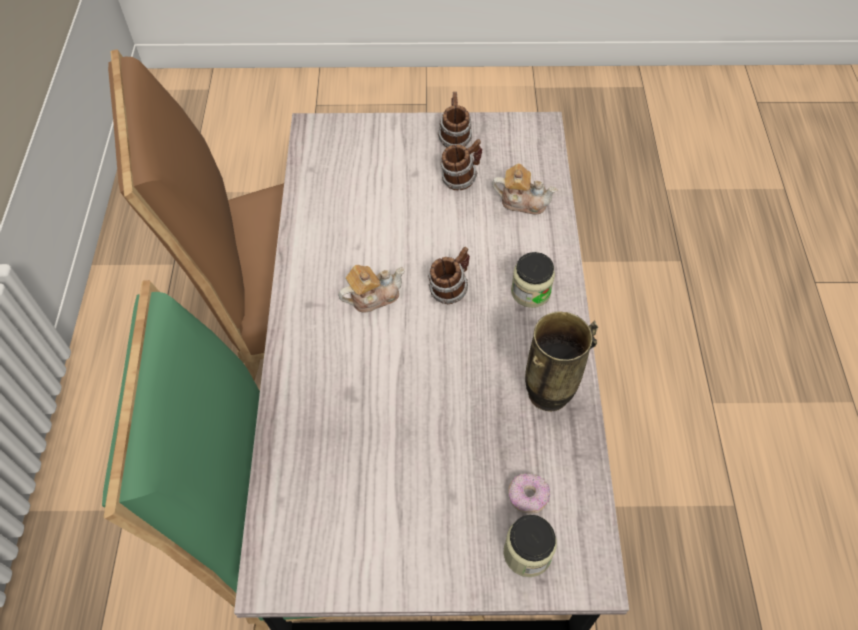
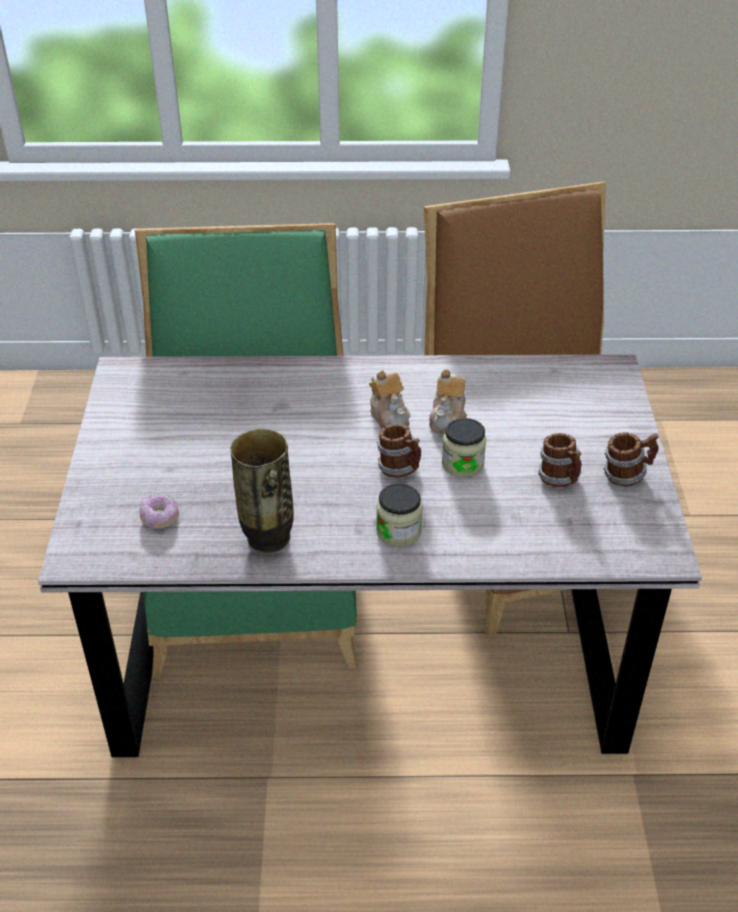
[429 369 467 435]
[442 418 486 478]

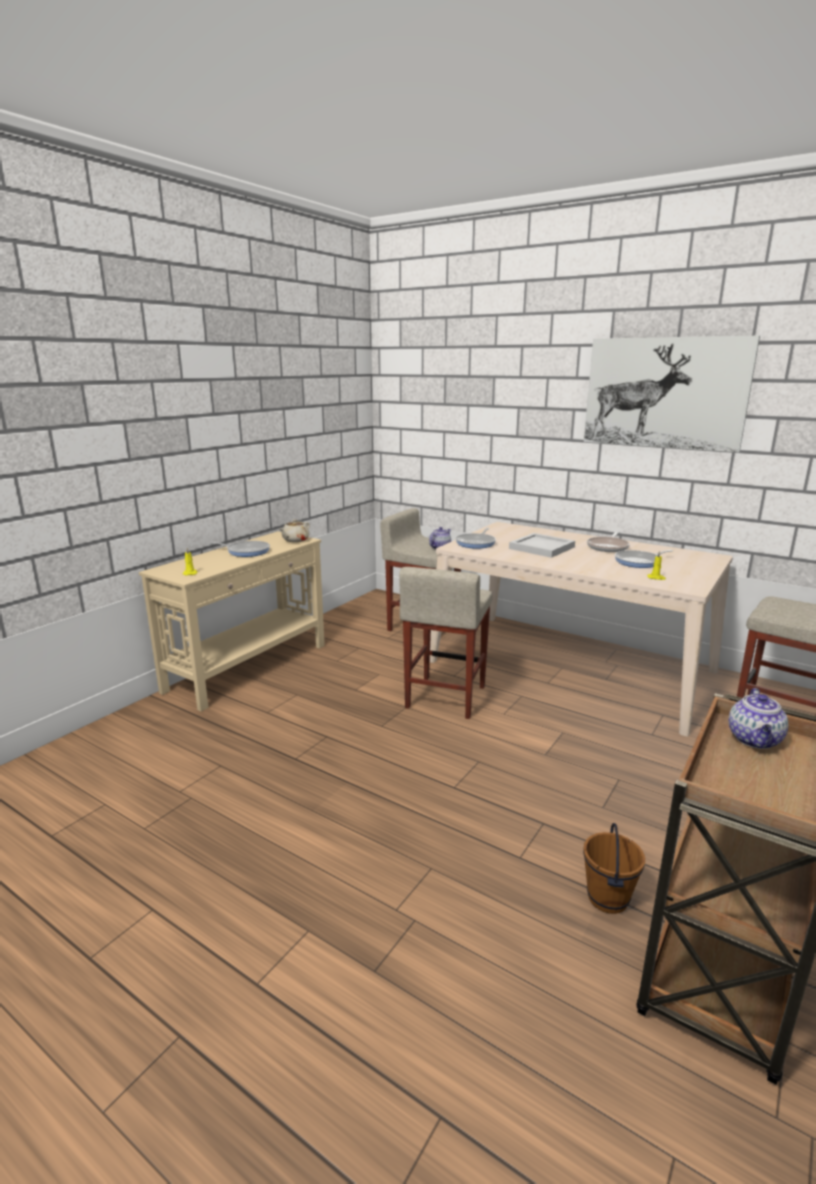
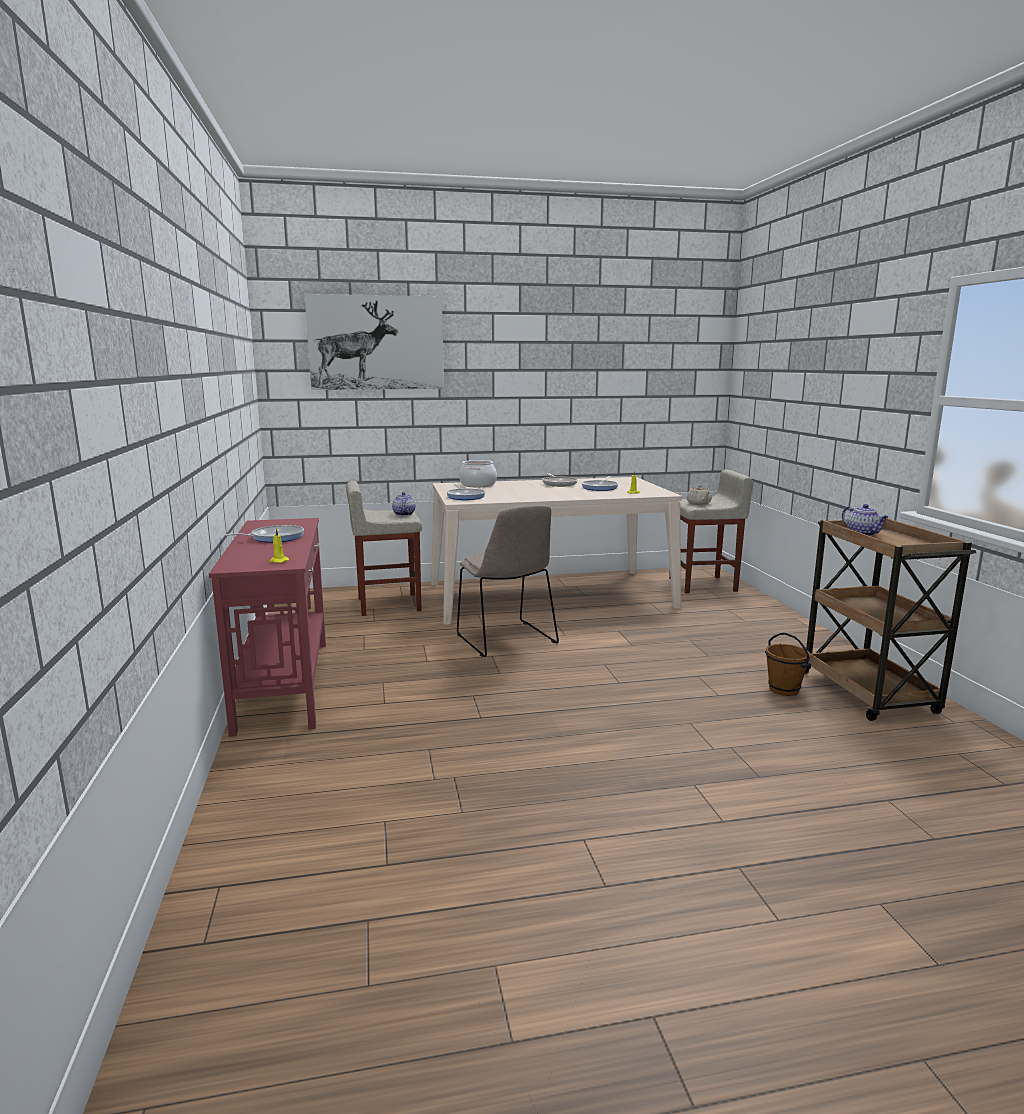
[209 518 326 737]
[687 485 712 505]
[457 505 559 657]
[509 533 575 558] (first image)
[304 294 444 390]
[459 460 497 487]

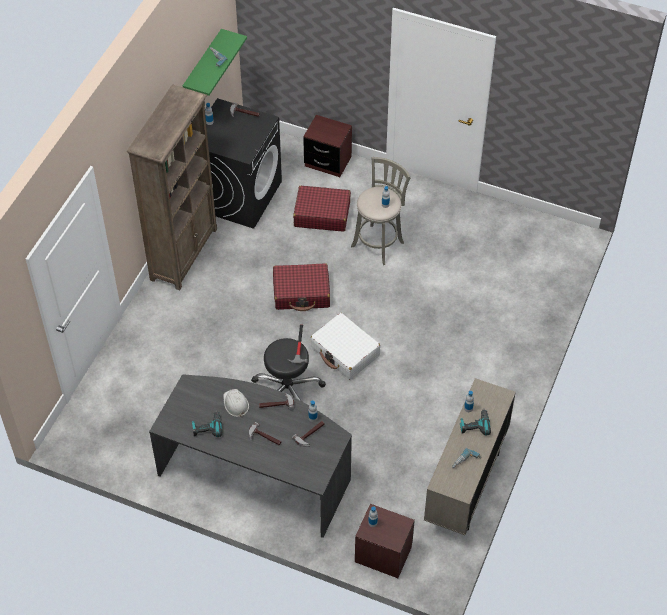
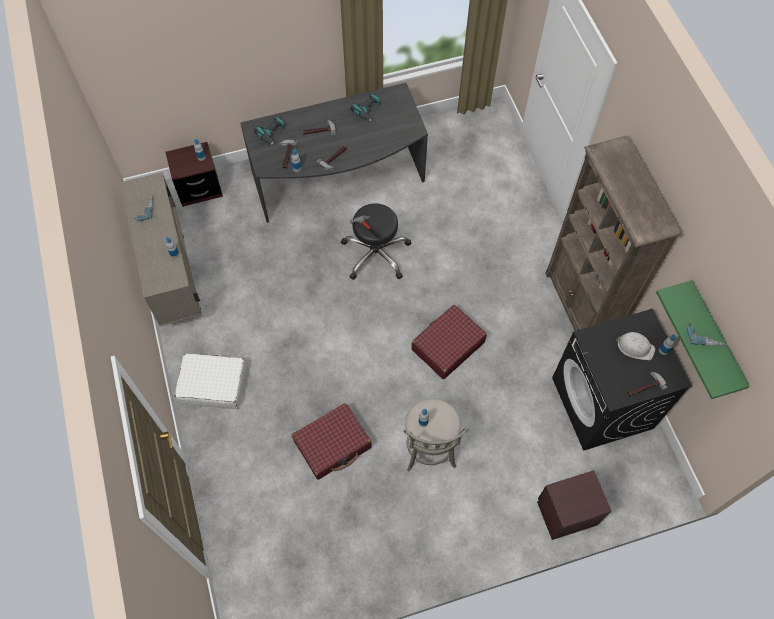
[616 332 655 360]
[292 403 372 480]
[174 353 246 409]
[254 116 285 146]

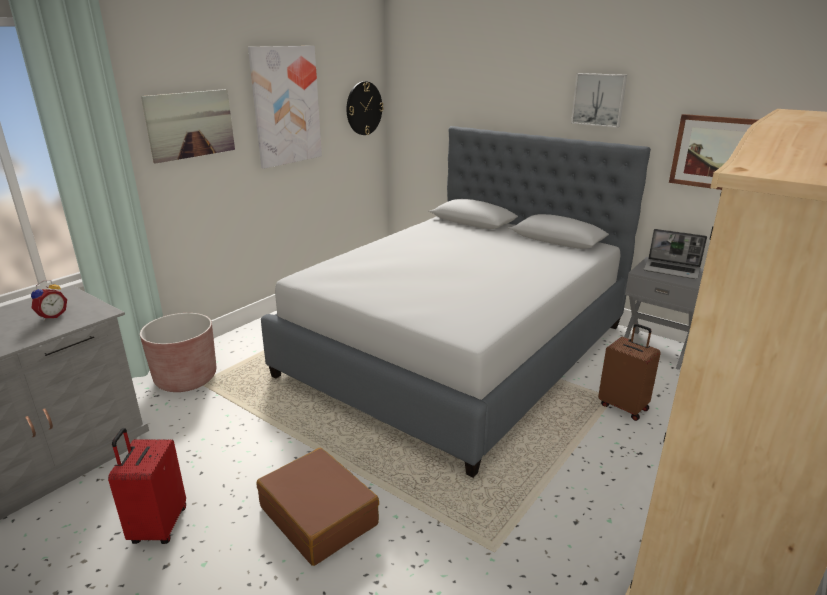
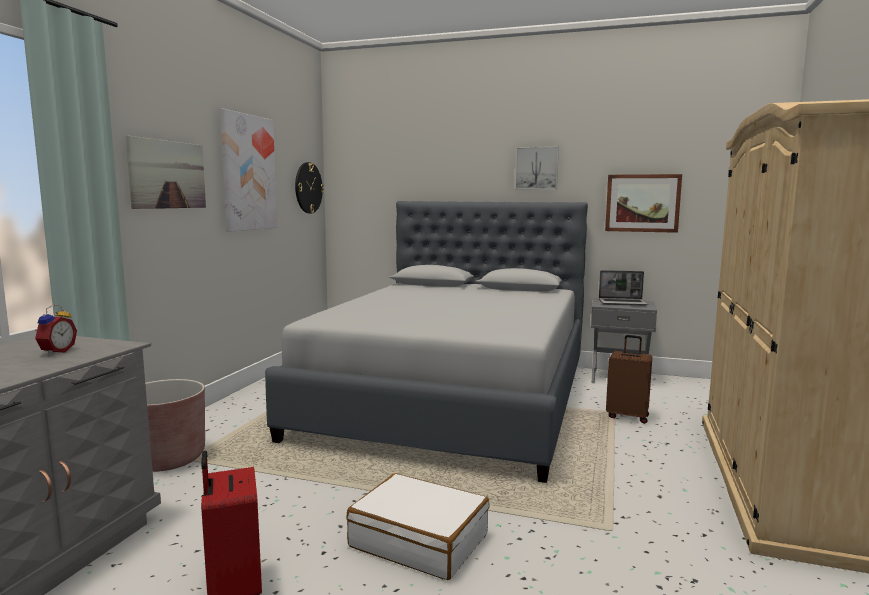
[346 473 489 580]

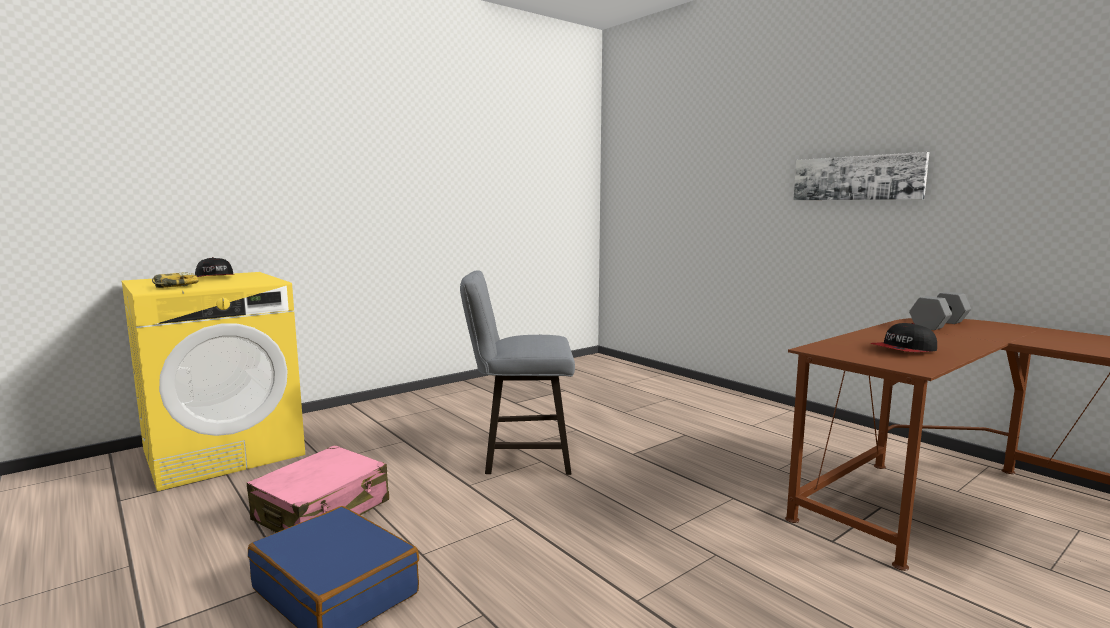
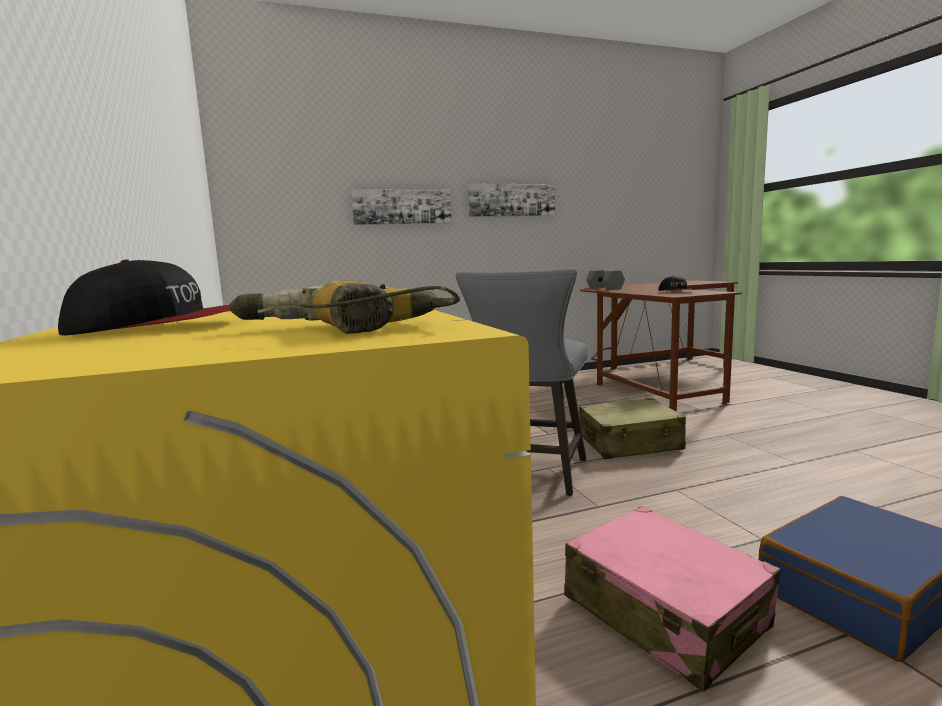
[351 189 451 225]
[579 398 686 459]

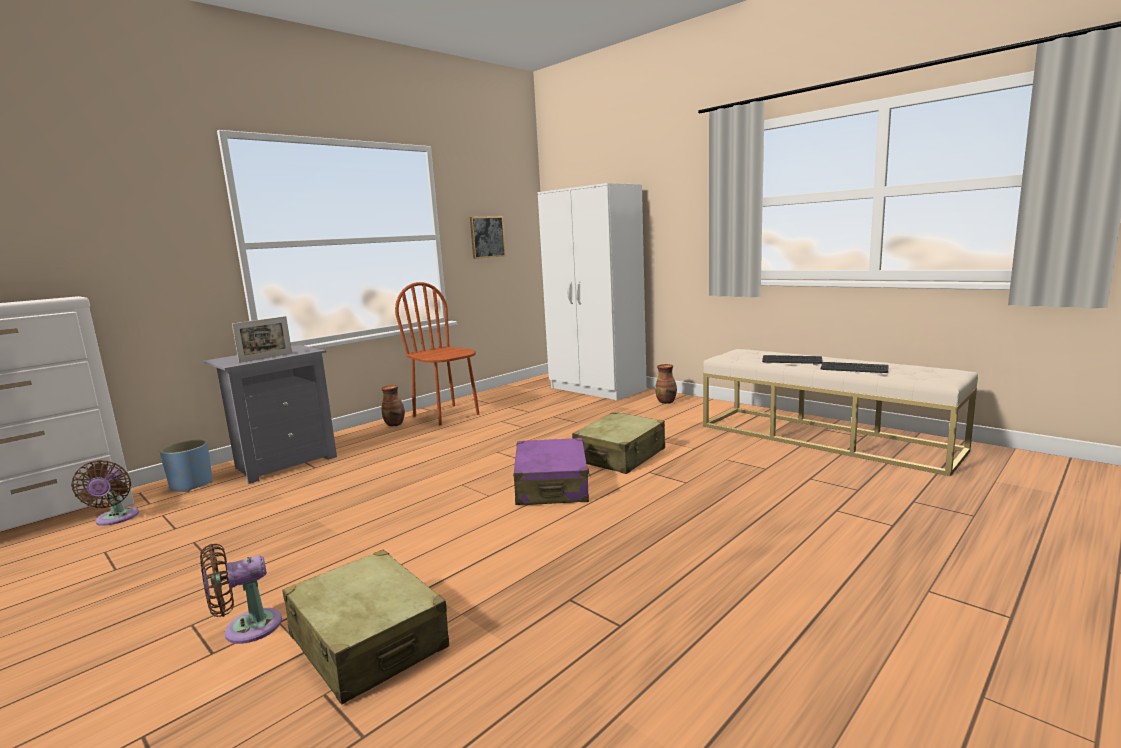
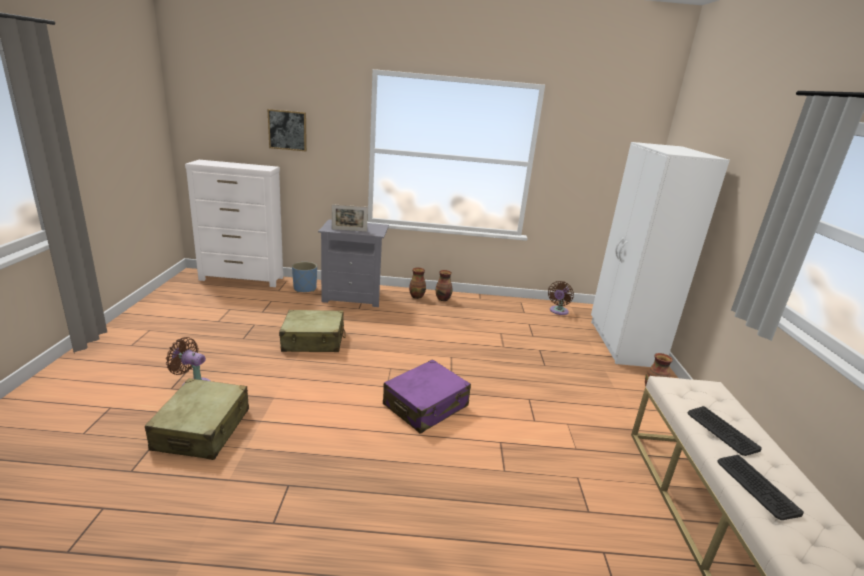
[548 281 574 315]
[395 282 479 425] (first image)
[268 109 307 151]
[279 310 346 352]
[409 268 426 299]

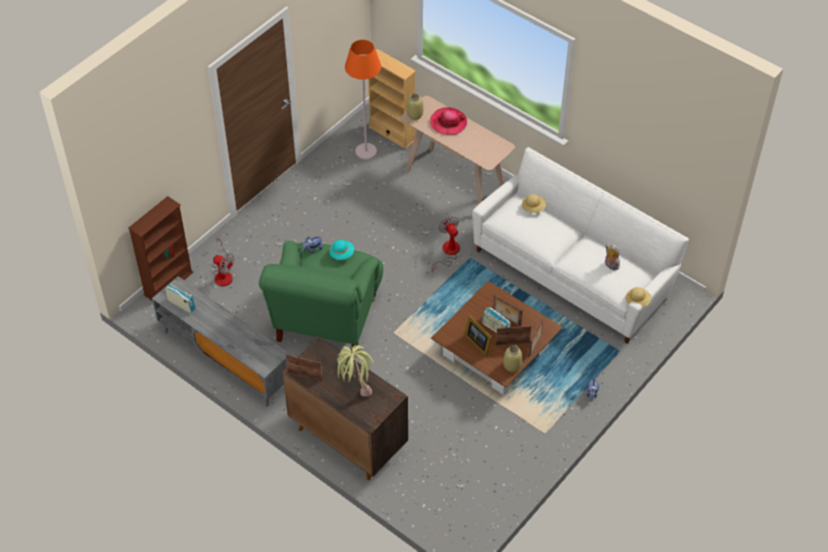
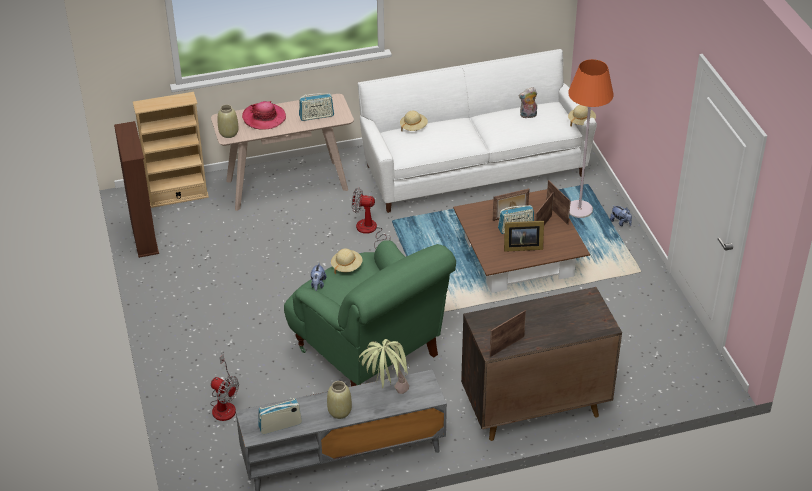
[114 121 159 258]
[210 354 239 421]
[331 248 363 275]
[359 339 410 394]
[568 59 614 218]
[327 381 352 419]
[299 93 334 121]

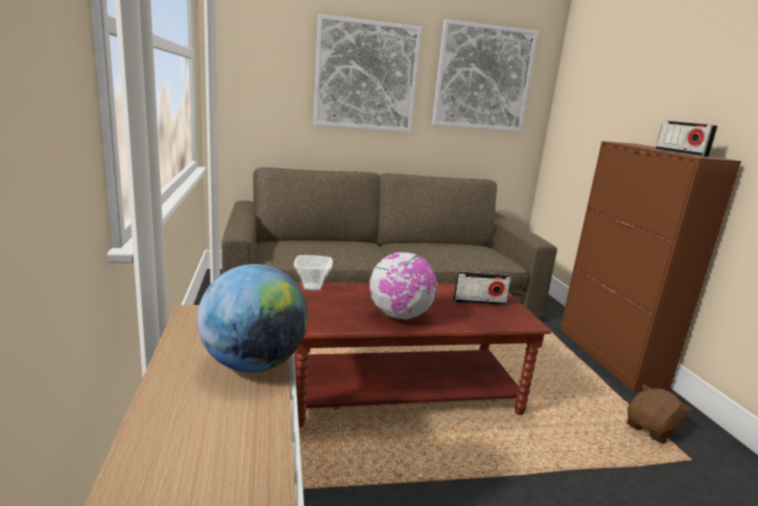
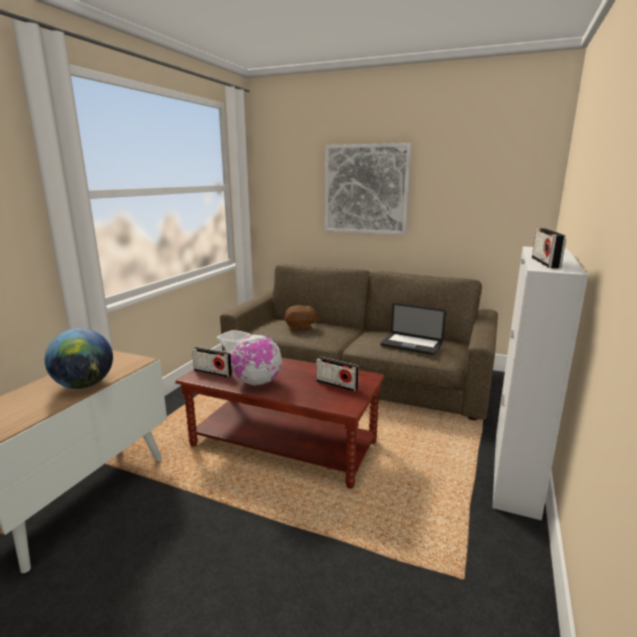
[432 19 539 132] (first image)
[492 246 588 521]
[284 305 319 331]
[192 347 232 378]
[380 303 446 355]

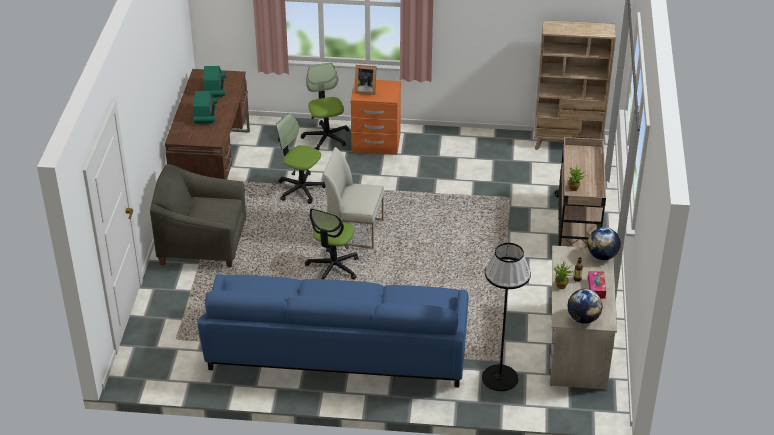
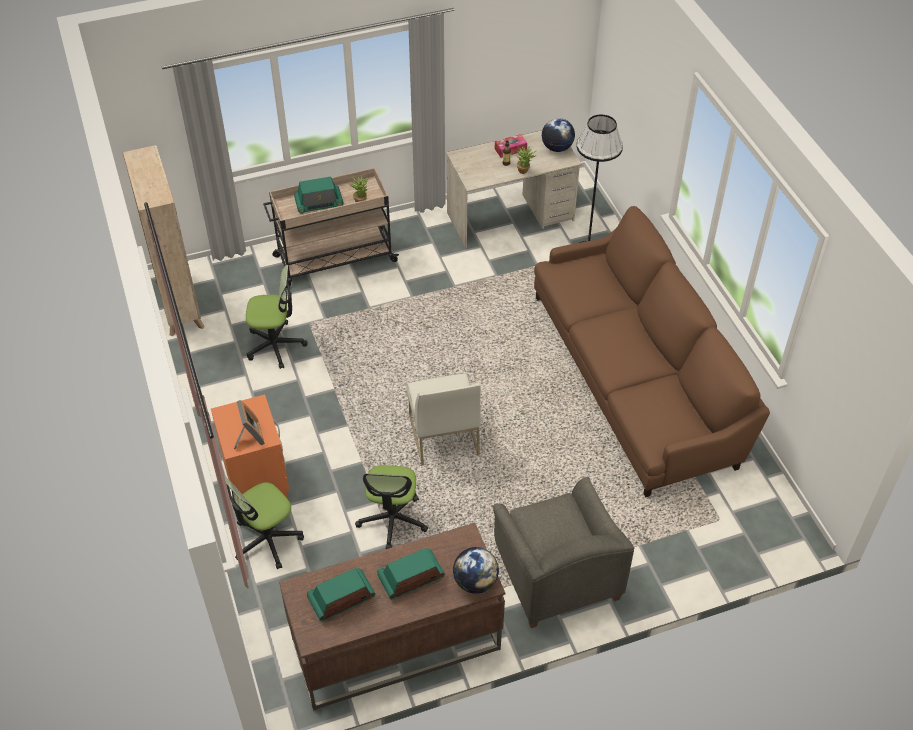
[534 206 770 497]
[246 265 308 369]
[453 547 499 594]
[294 177 344 214]

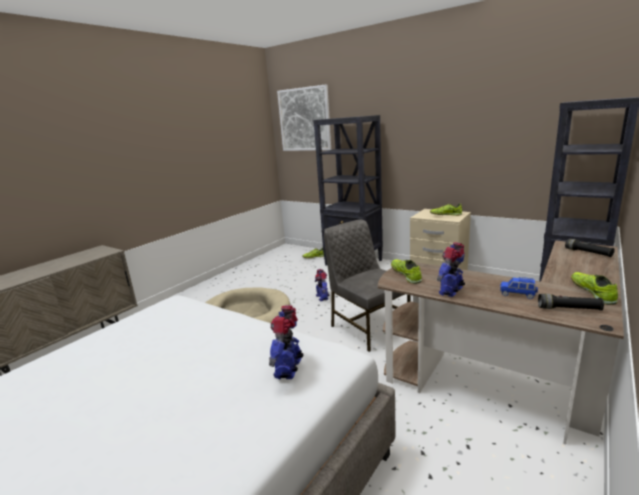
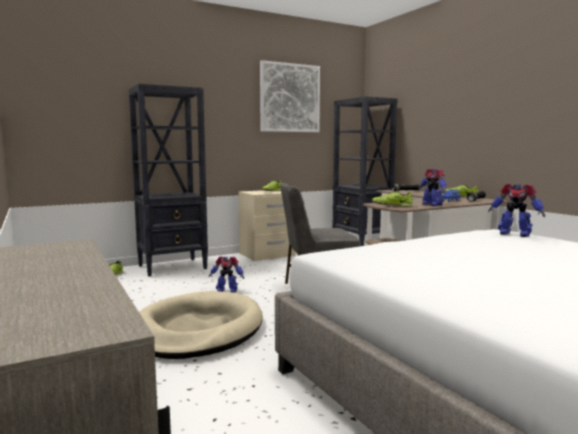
[260 60 320 132]

